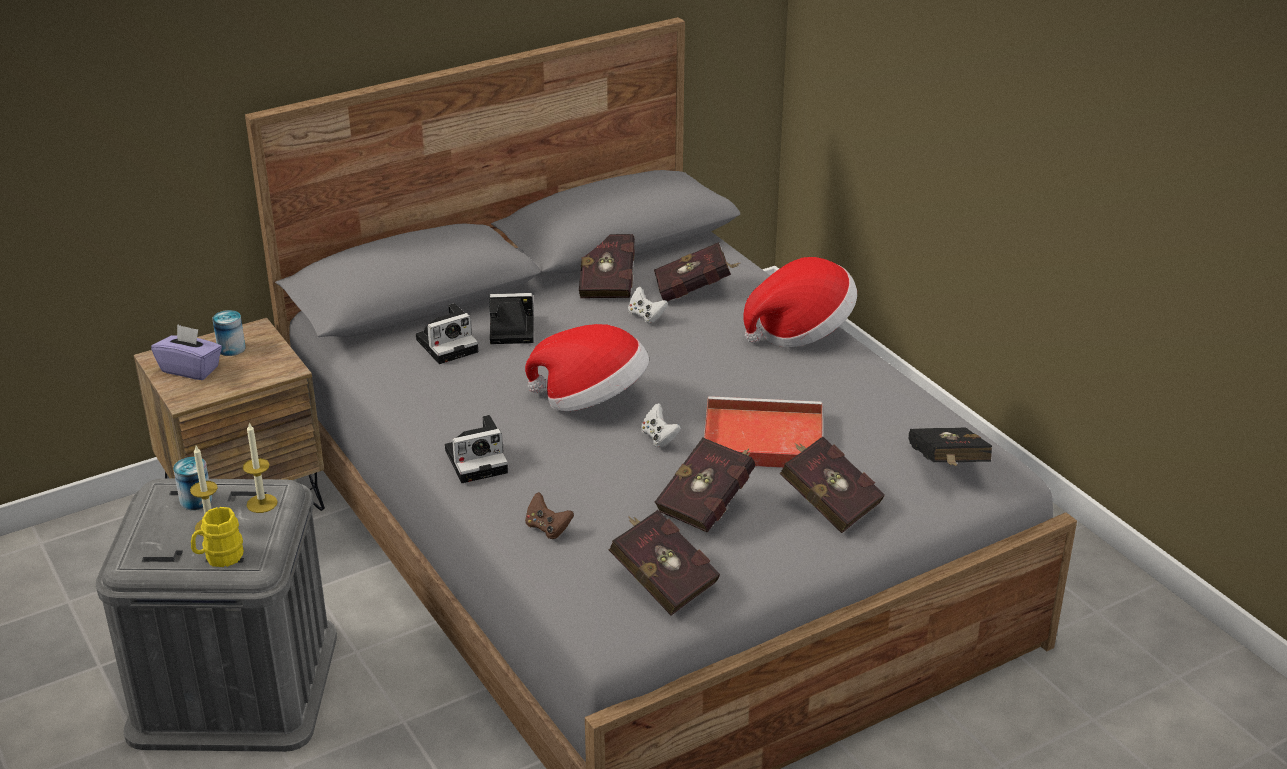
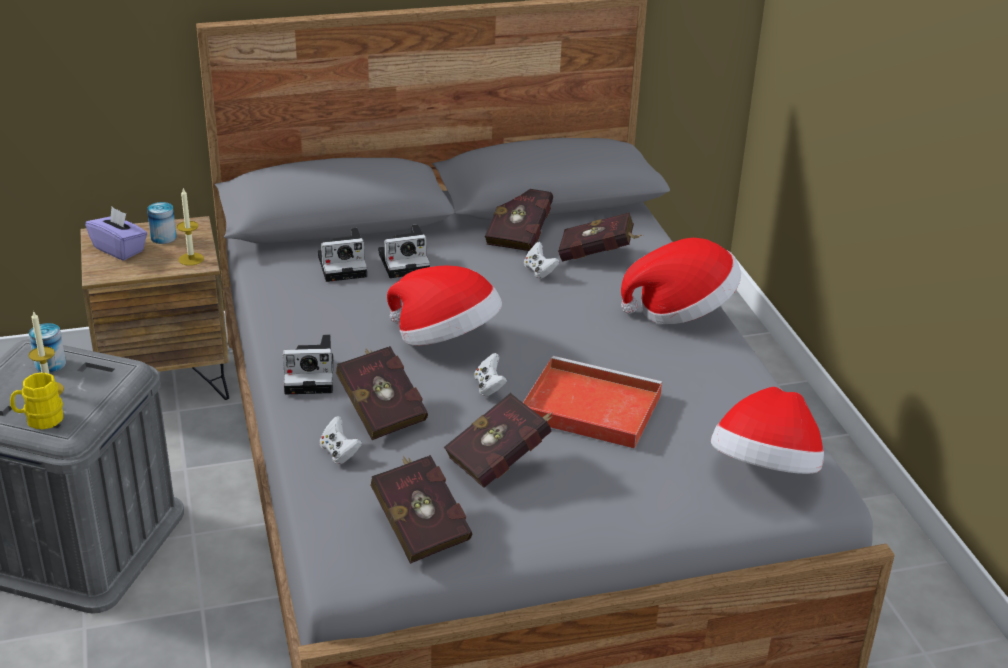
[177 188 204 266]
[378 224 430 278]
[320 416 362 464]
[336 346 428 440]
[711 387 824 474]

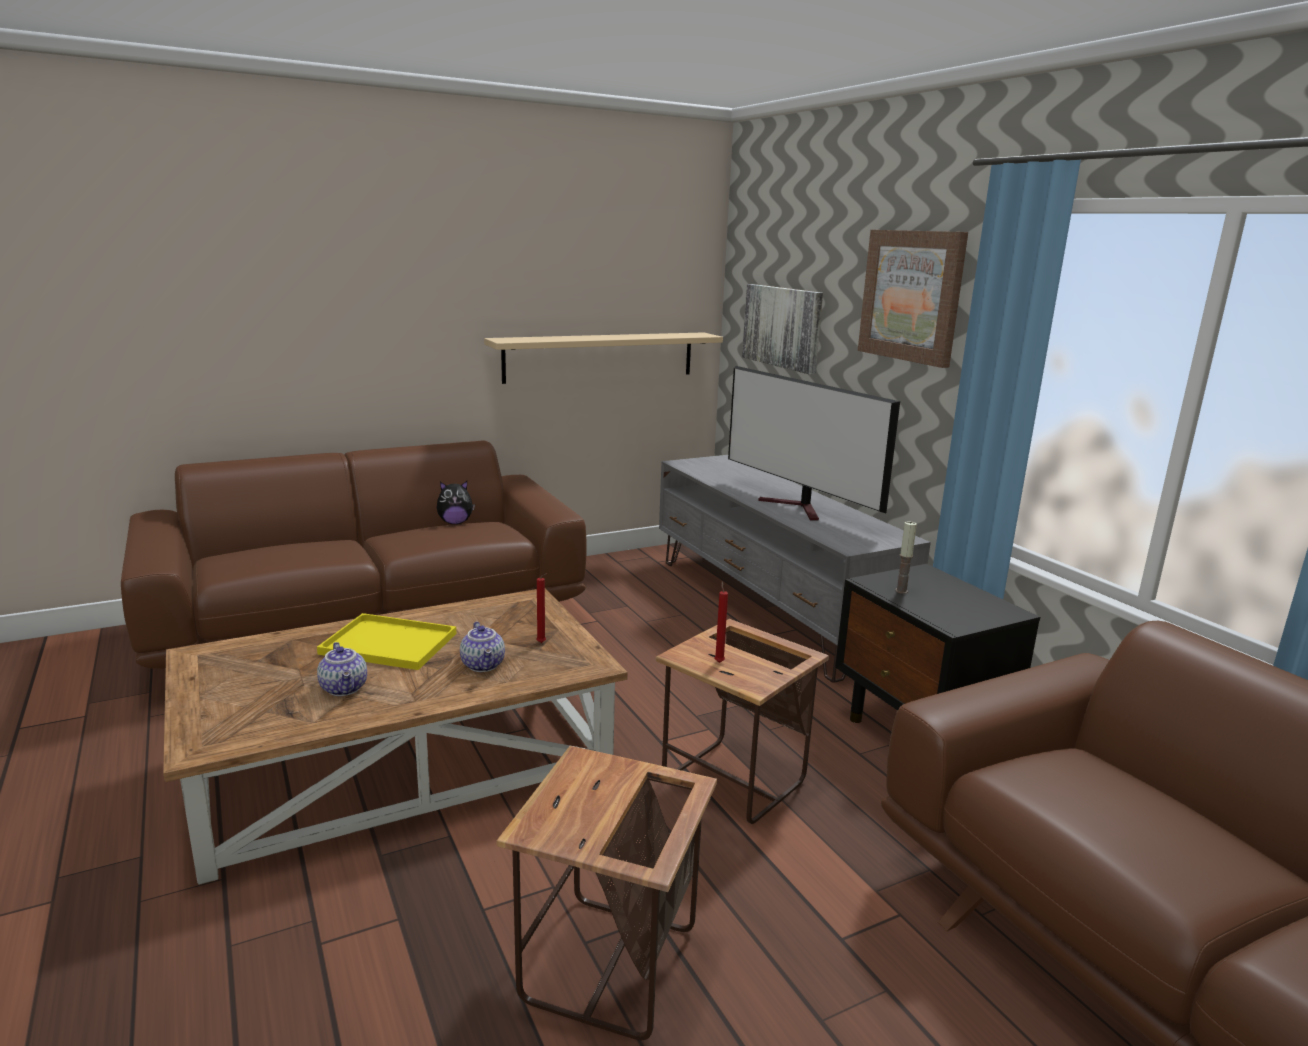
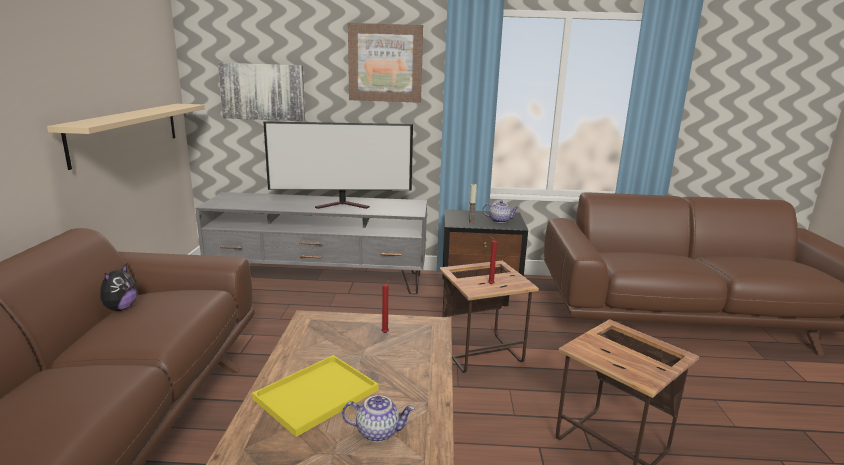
[483 200 519 223]

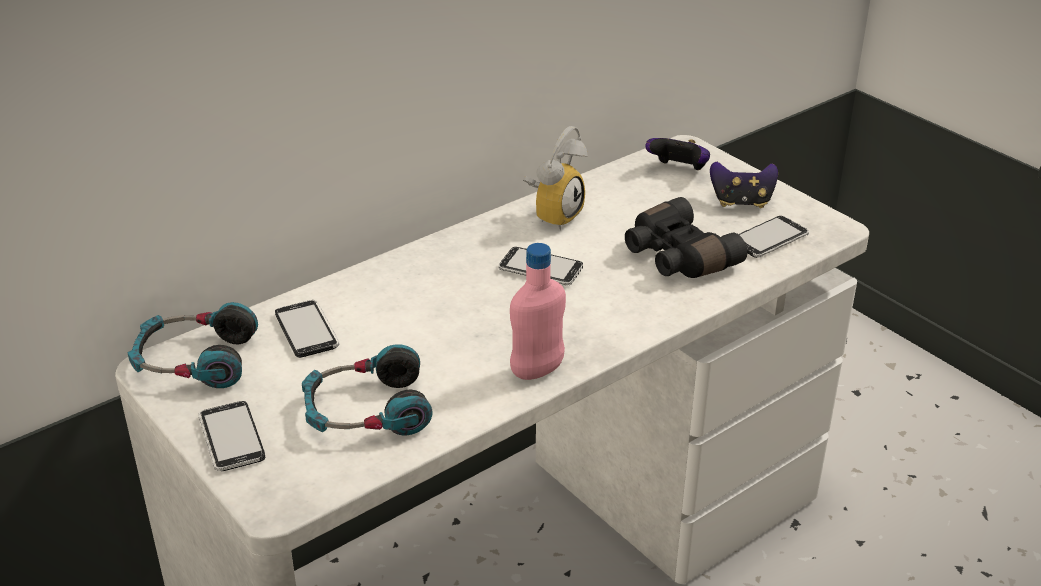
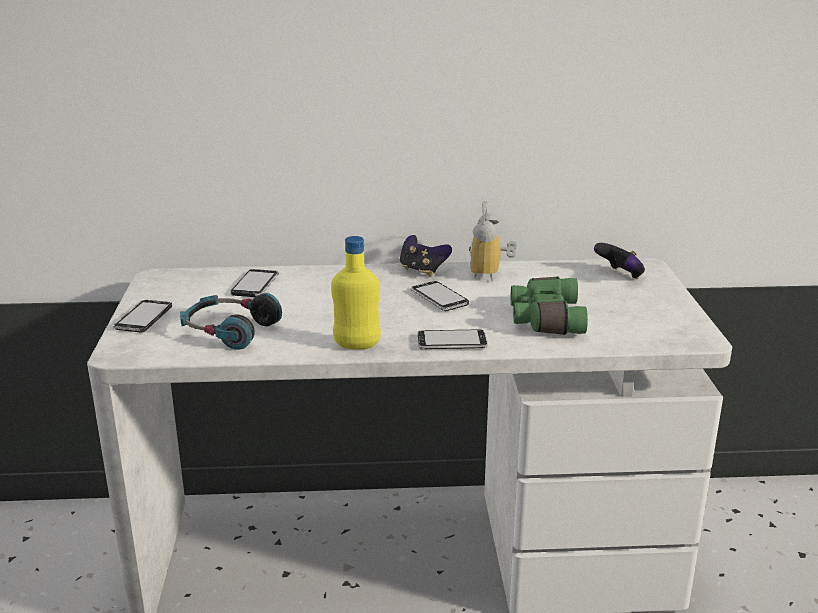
[127 302 258 388] (first image)
[331 236 381 349]
[469 201 517 282]
[511 277 588 335]
[400 235 452 277]
[418 329 488 349]

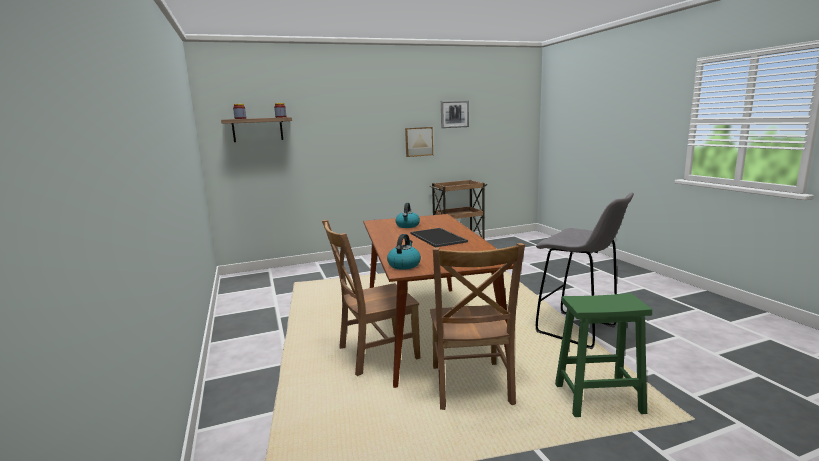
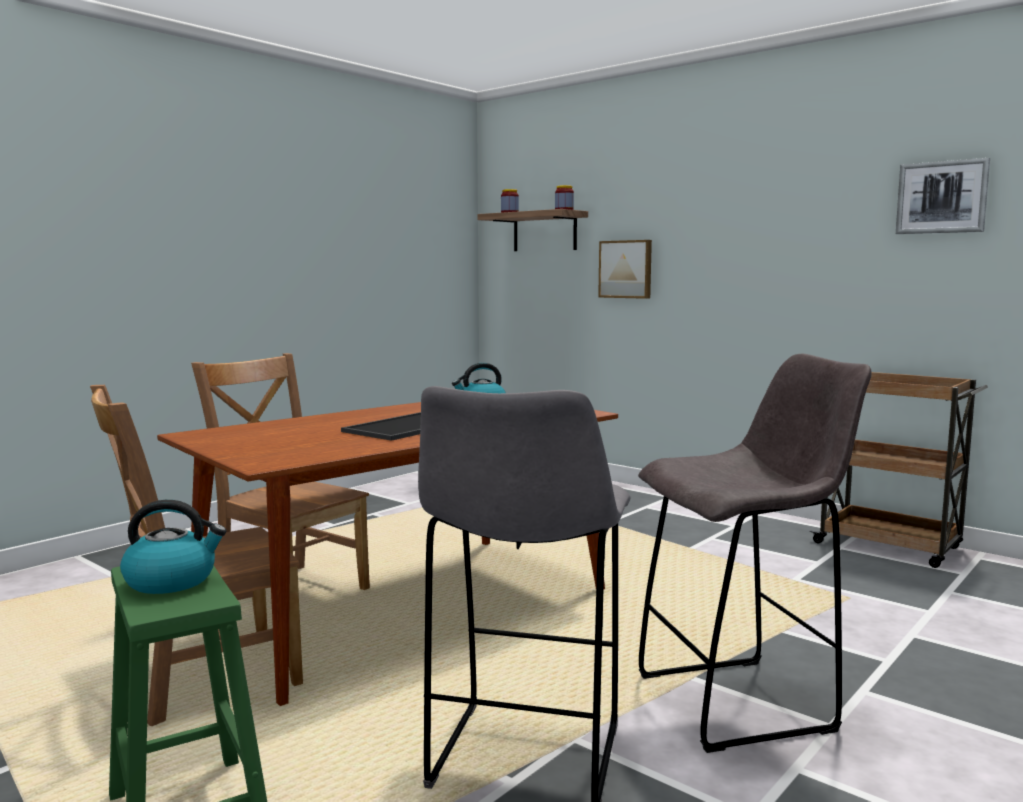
[120 500 226 594]
[598 240 652 299]
[638 354 872 753]

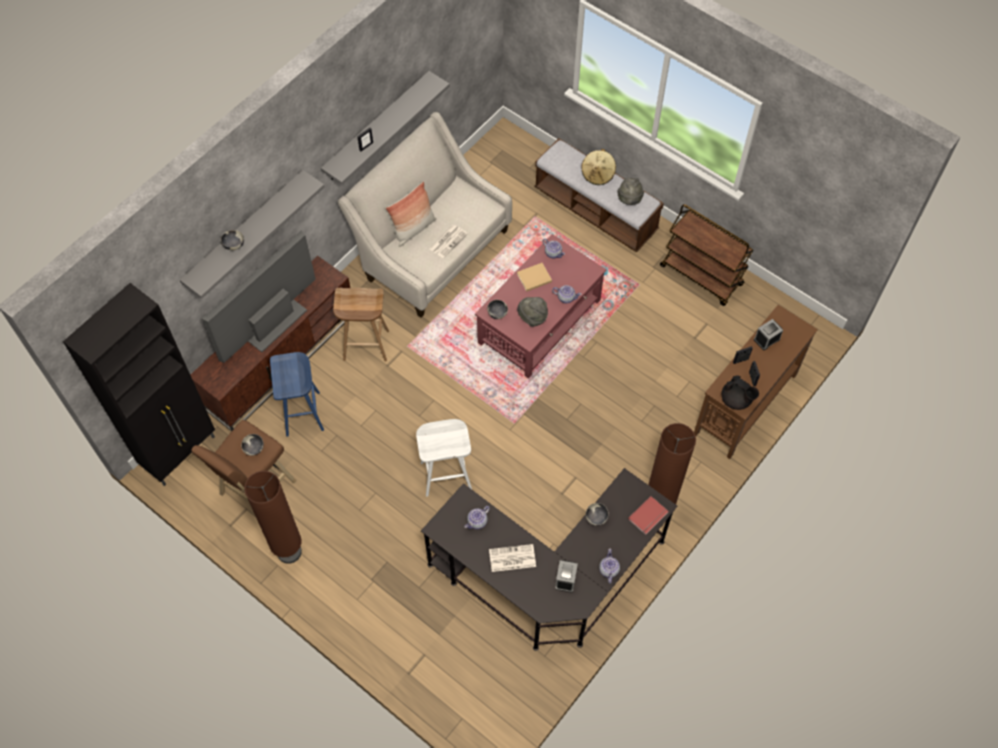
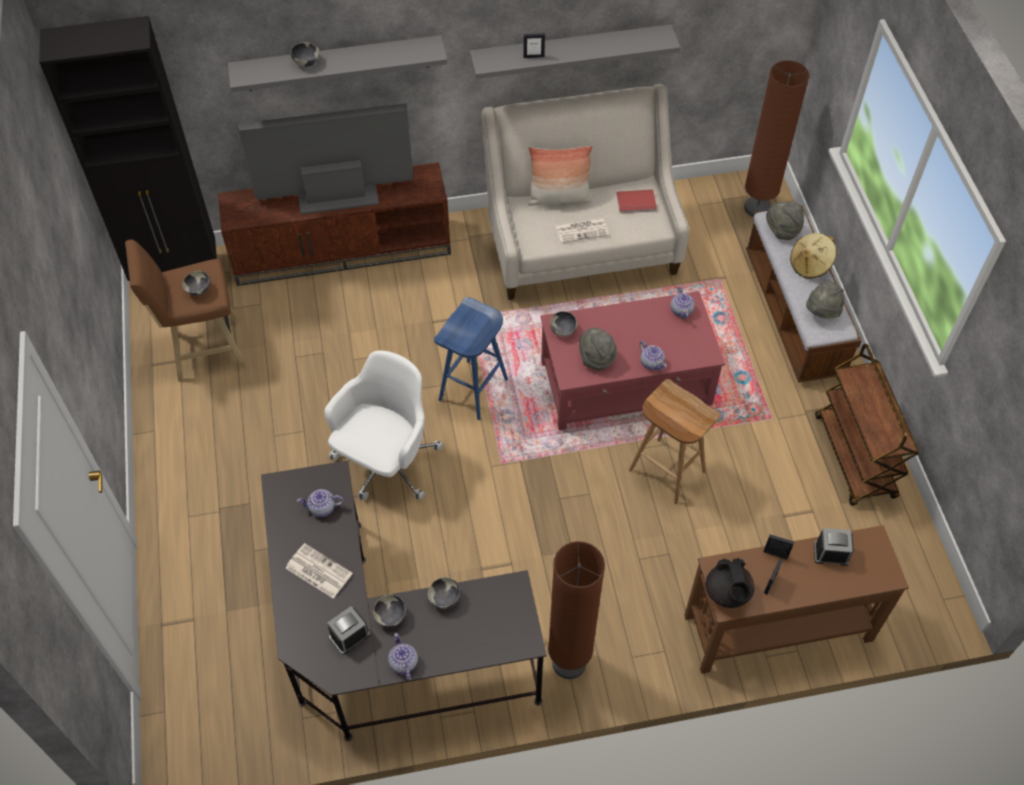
[744 60 809 217]
[434 297 508 420]
[629 379 720 504]
[324 351 443 500]
[517 263 552 292] (first image)
[388 633 418 681]
[617 189 657 213]
[373 595 406 627]
[766 202 804 240]

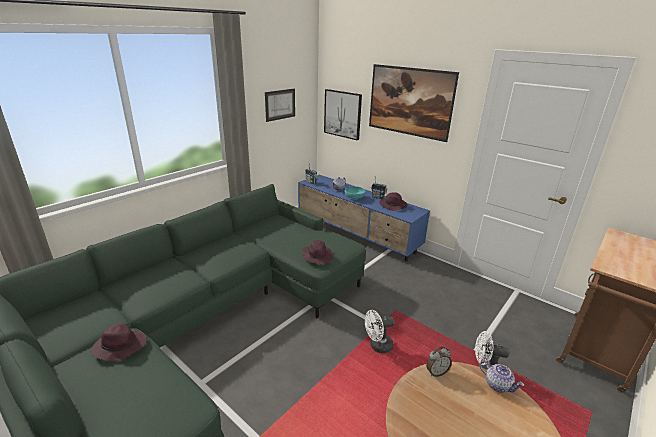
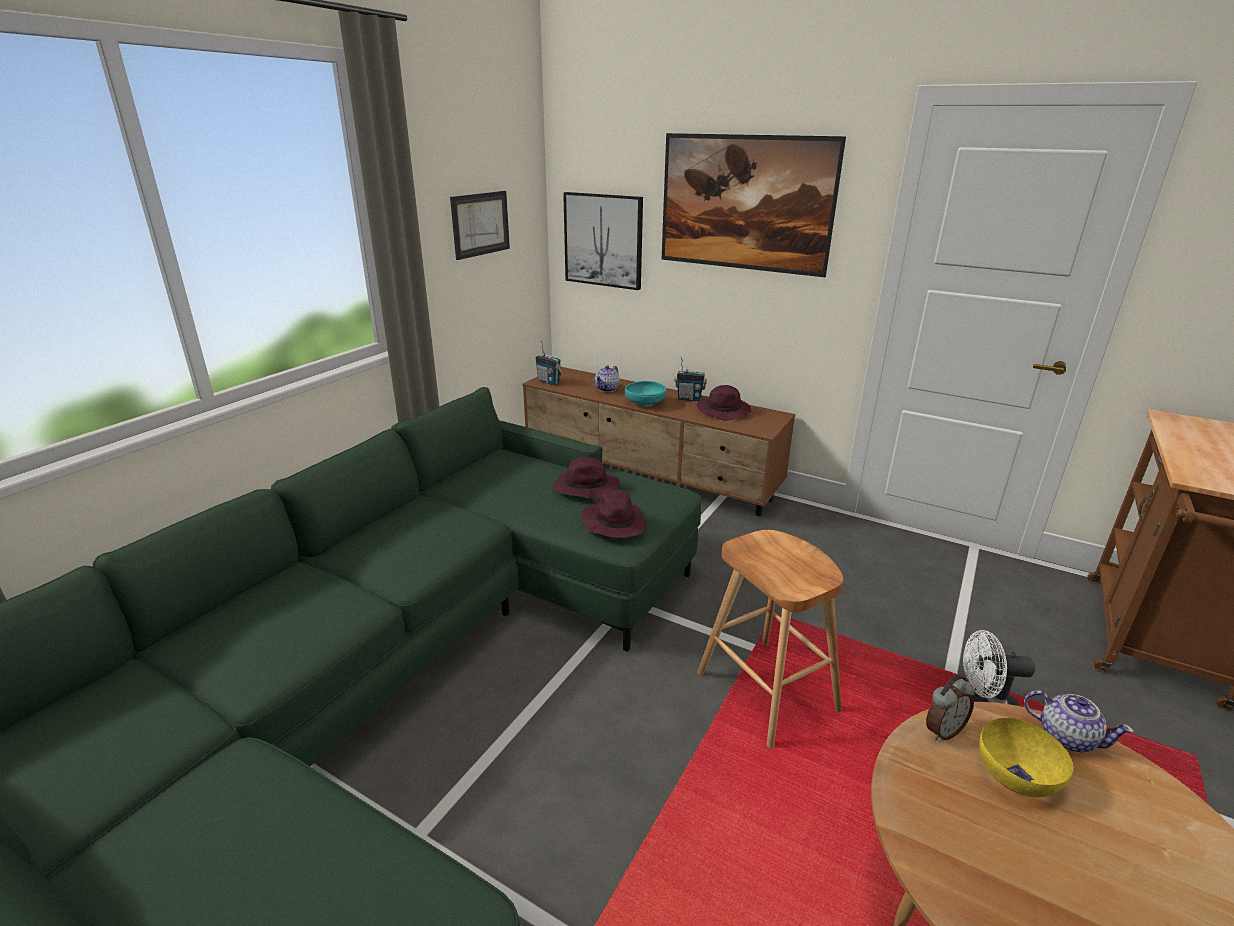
[553 456 620 499]
[522 367 795 516]
[697 530 843 749]
[979 718 1074 797]

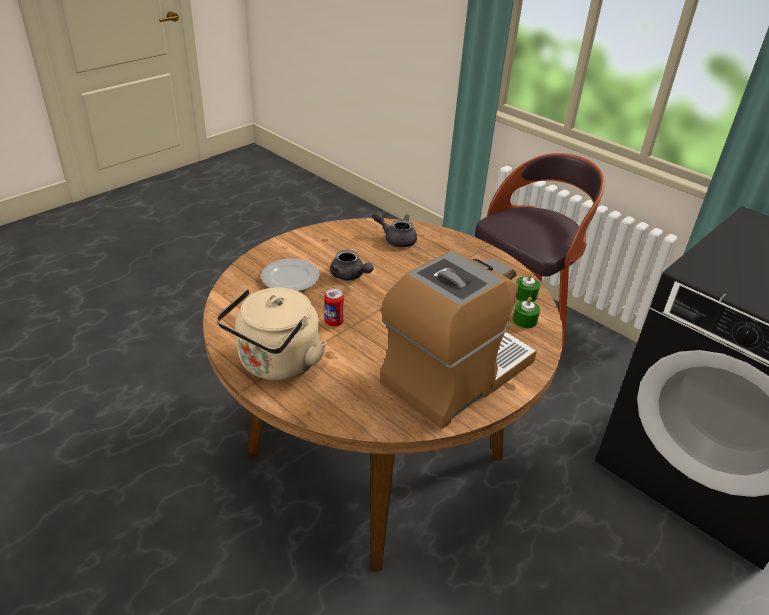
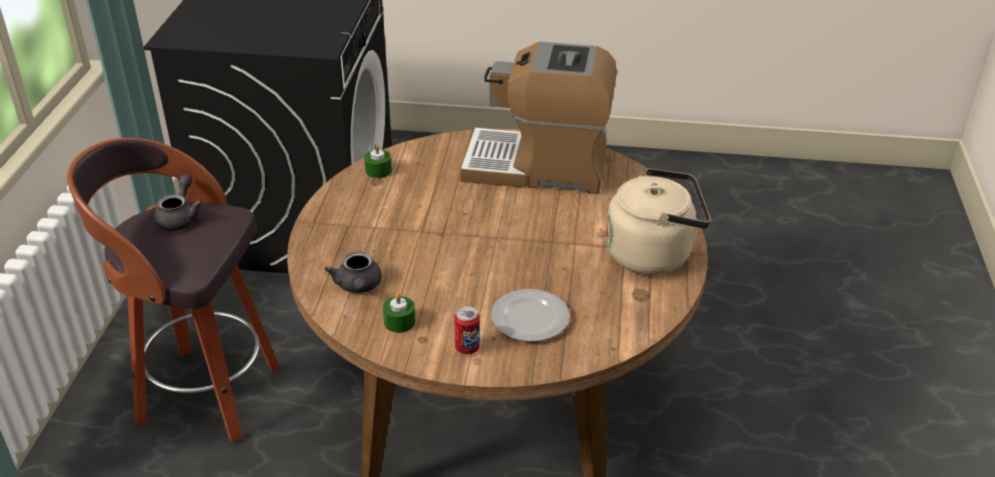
[454 306 480 355]
[154 175 203 231]
[383 293 415 333]

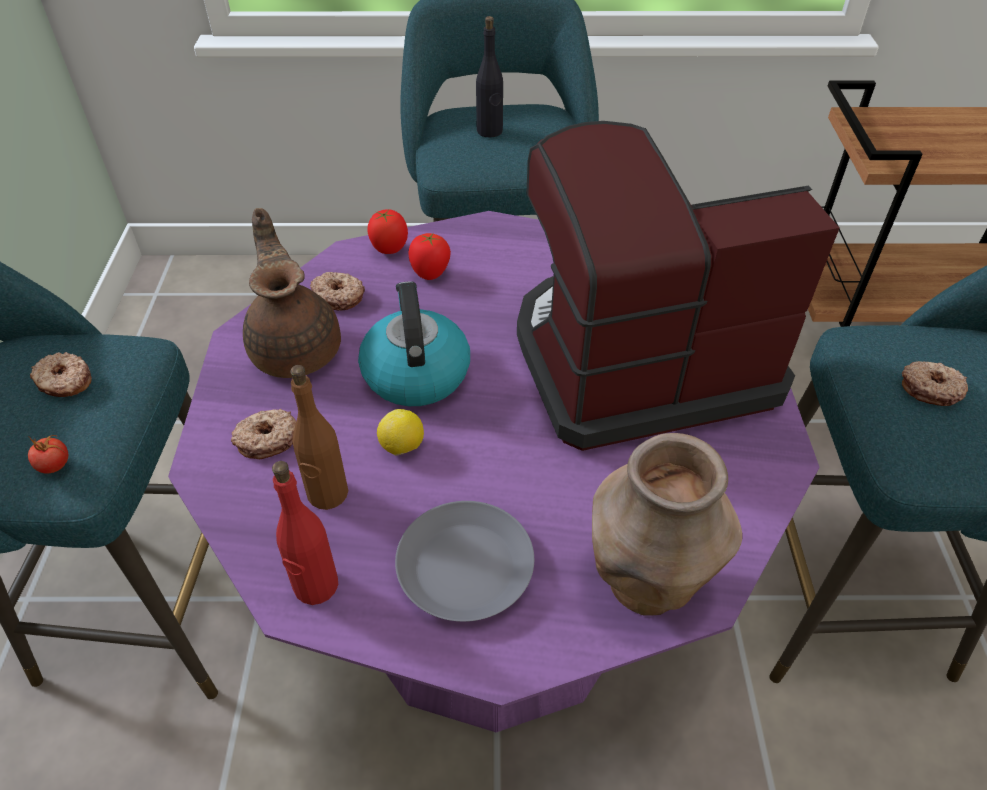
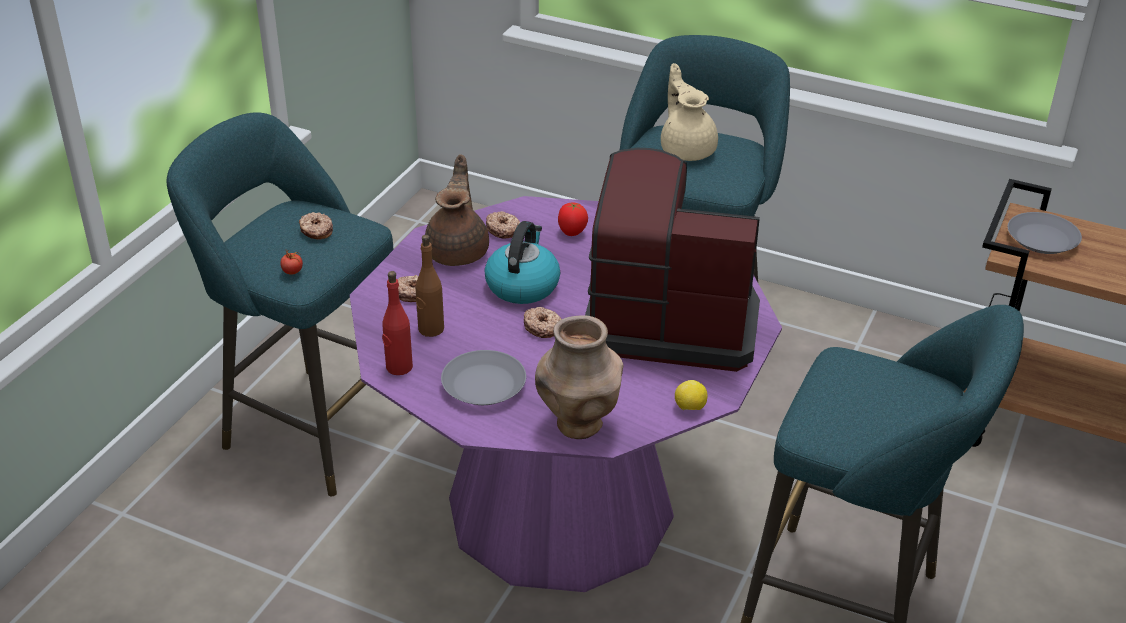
[367 209 408 254] (first image)
[675 380 707 410]
[661 63 718 161]
[524 307 561 338]
[1008 212 1082 254]

